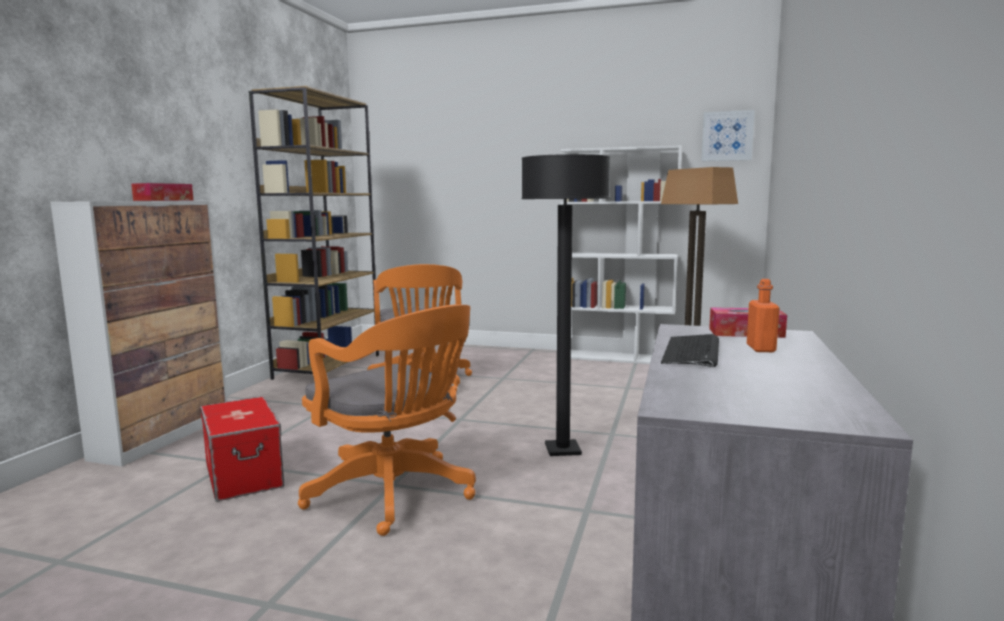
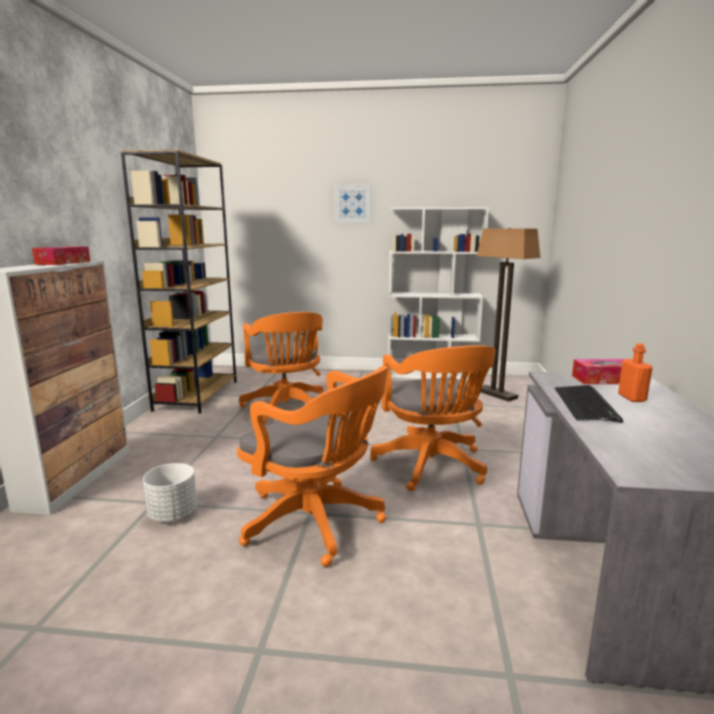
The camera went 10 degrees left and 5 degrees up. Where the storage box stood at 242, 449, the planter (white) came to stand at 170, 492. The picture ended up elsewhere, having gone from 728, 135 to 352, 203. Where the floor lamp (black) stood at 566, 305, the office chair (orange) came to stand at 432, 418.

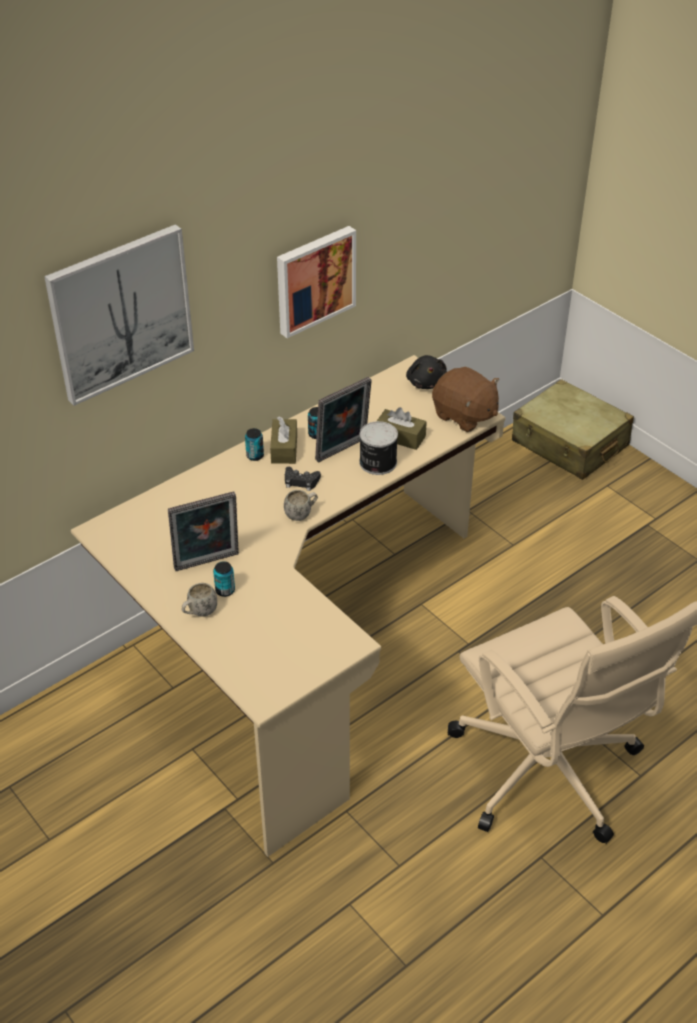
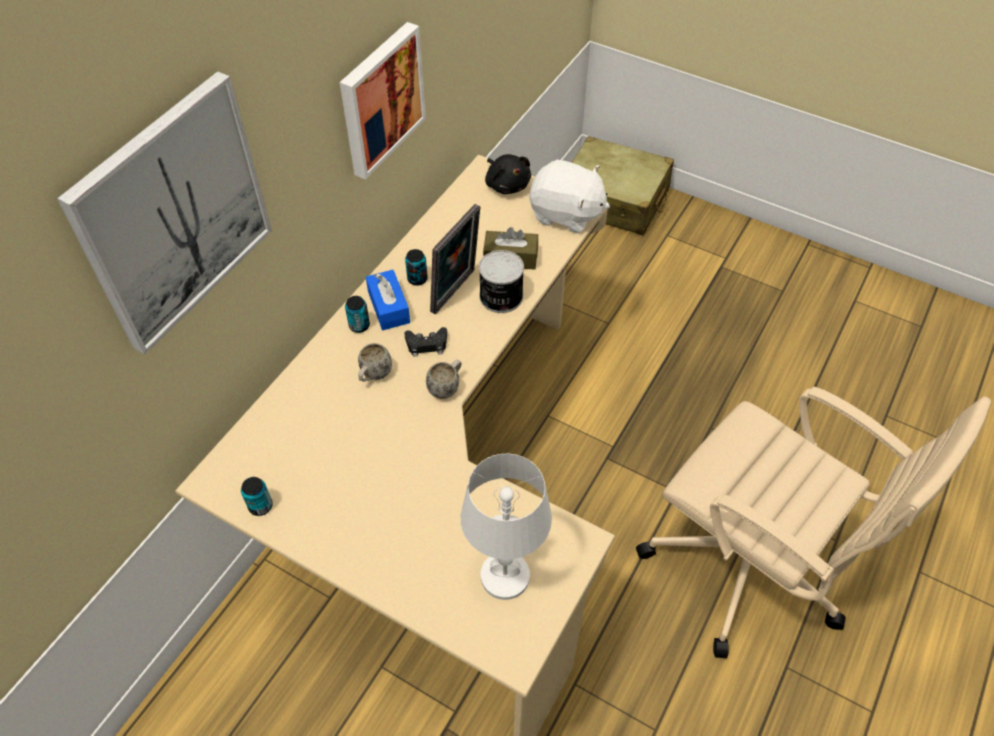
The camera went 20 degrees left and 10 degrees up. The can ended up elsewhere, having gone from 224, 579 to 257, 496. The mug (white) ended up elsewhere, having gone from 199, 600 to 375, 362. What was the tissue box (brown) at 283, 440 turned into the tissue box (blue) at 388, 300. The second view gained the table lamp (white) at 506, 527. What was the plush toy (brown) at 465, 399 turned into the plush toy (white) at 570, 197. The second view lost the picture frame at 203, 531.

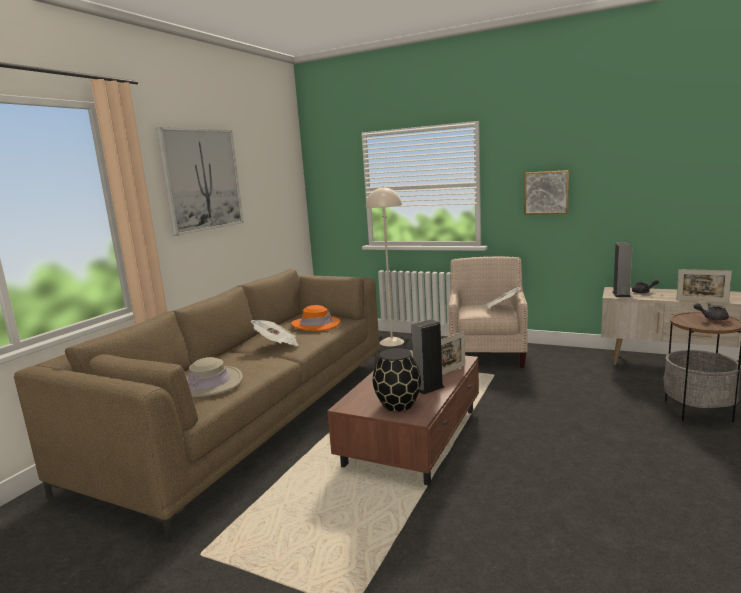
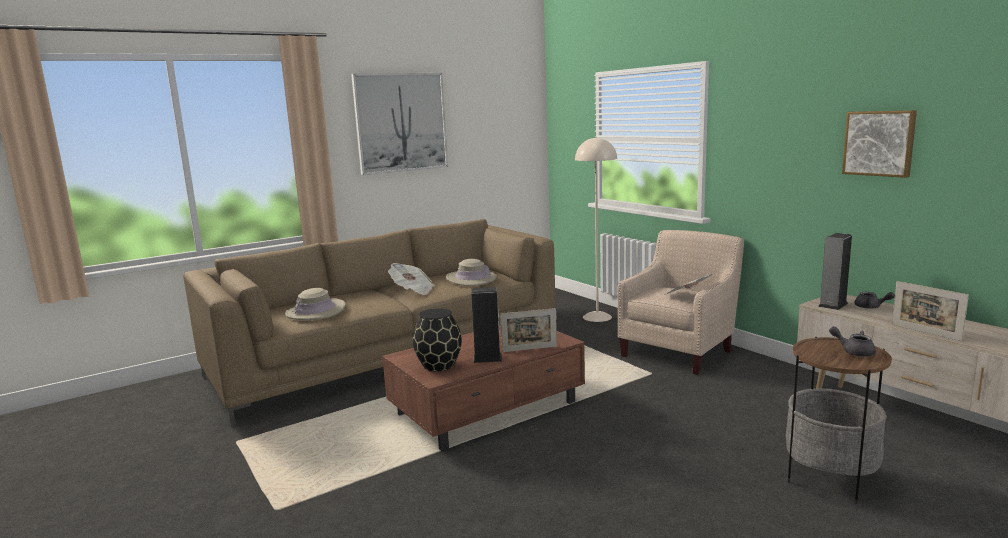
The camera went 30 degrees right and 0 degrees up. What was the hat (orange) at 315, 318 turned into the hat (beige) at 471, 272. The picture ended up elsewhere, having gone from 546, 192 to 879, 144.

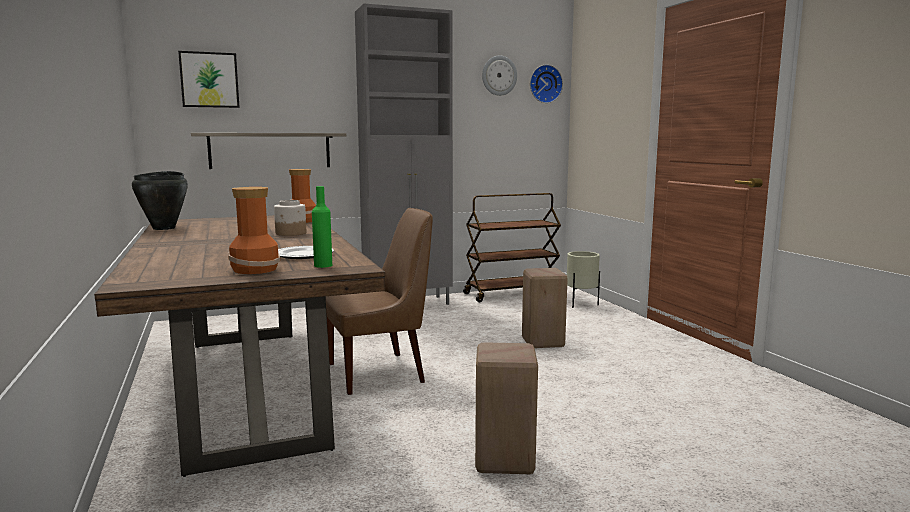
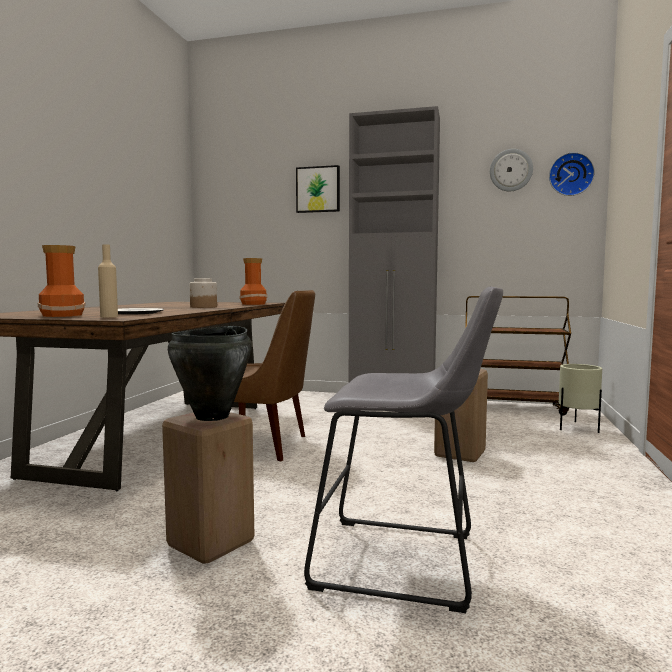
The camera went 35 degrees right and 5 degrees down. What was the bottle (green) at 322, 227 turned into the bottle (beige) at 108, 281. The cooking pot (black) ended up elsewhere, having gone from 160, 200 to 210, 373. The picture ended up elsewhere, having gone from 209, 79 to 318, 189. The second view gained the stool (grey) at 403, 450. The second view lost the shelf at 268, 151.

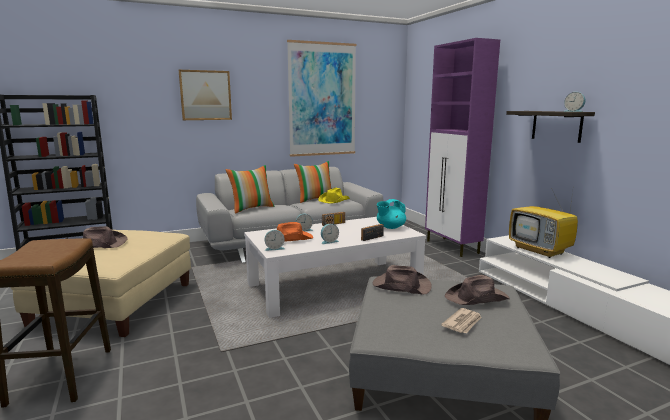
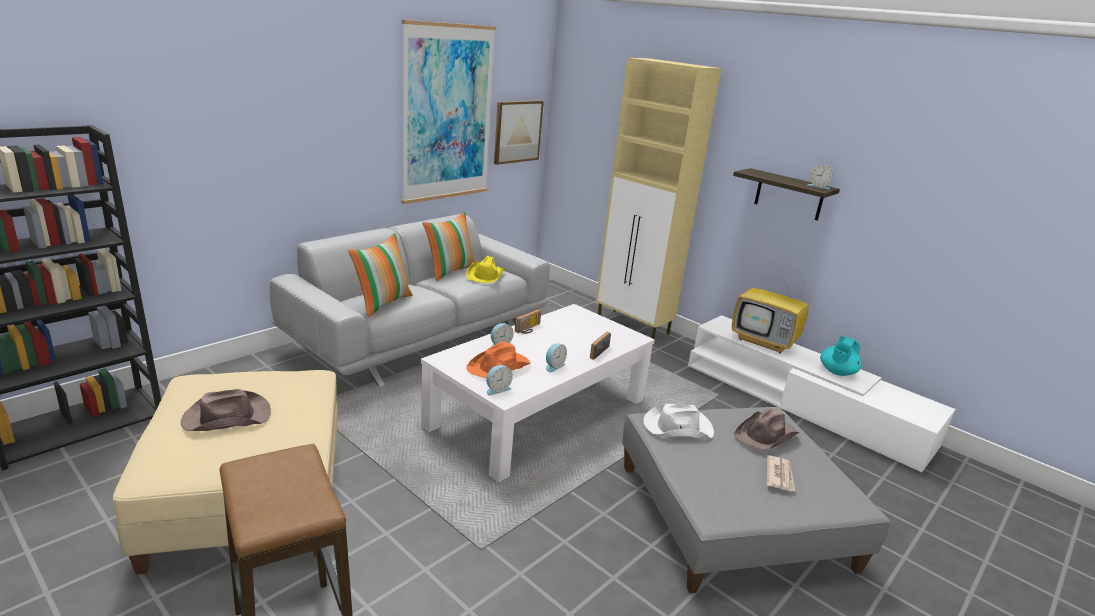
The camera went 25 degrees left and 10 degrees up. The picture ended up elsewhere, having gone from 205, 95 to 519, 132. What was the cabinet (purple) at 462, 147 turned into the cabinet (beige) at 659, 198. What was the hat (brown) at 402, 280 turned into the hat (white) at 678, 420. The teapot (turquoise) ended up elsewhere, having gone from 391, 214 to 841, 356.

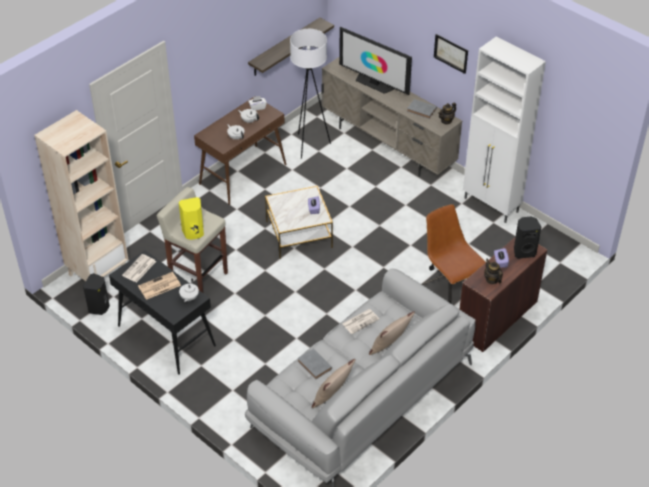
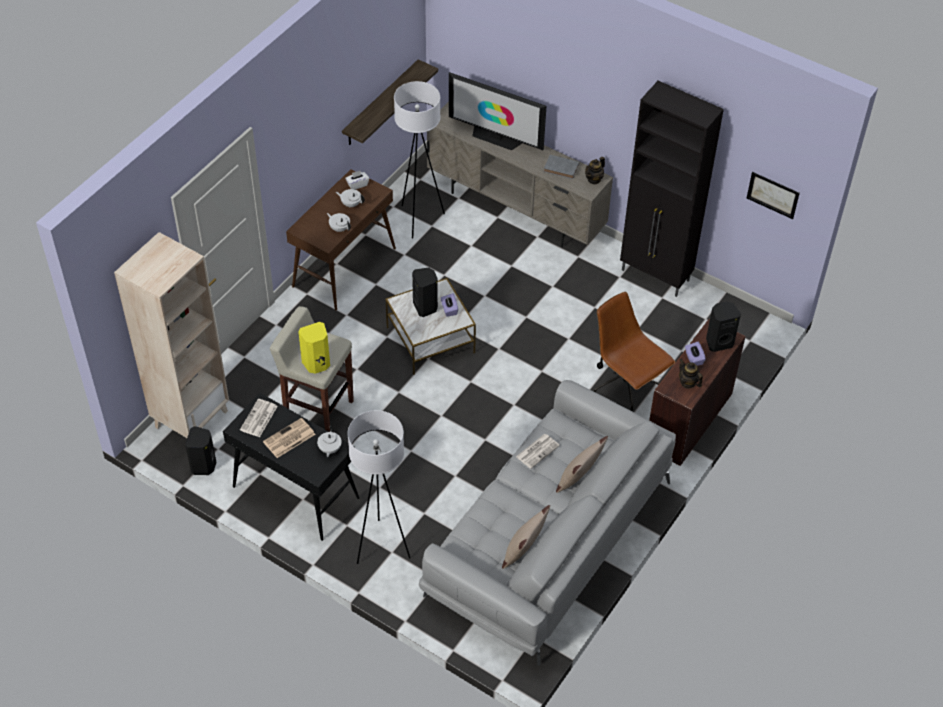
The camera went 10 degrees left and 5 degrees up. The second view gained the floor lamp (white) at 379, 487. The second view gained the speaker (black) at 425, 292. What was the cabinet (white) at 504, 129 turned into the cabinet (black) at 672, 189. The picture ended up elsewhere, having gone from 451, 54 to 773, 195. The second view lost the book (grey) at 315, 364.

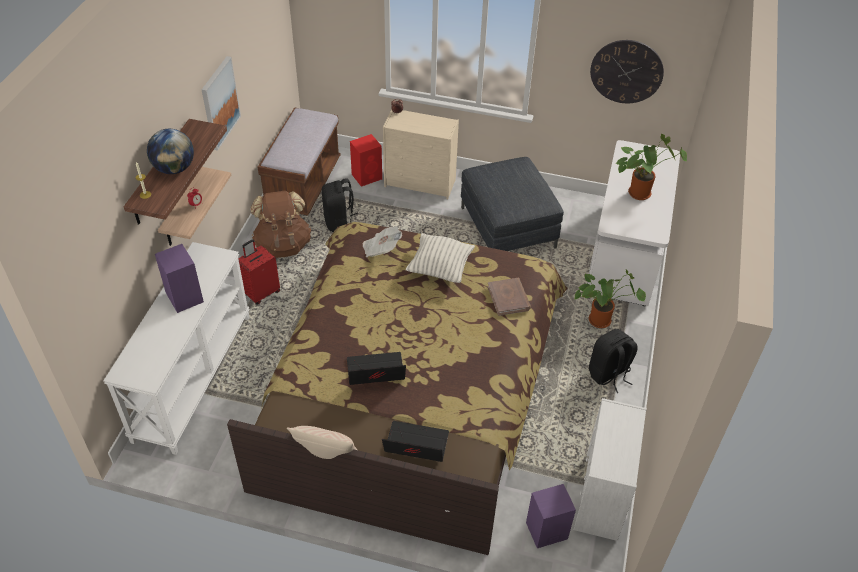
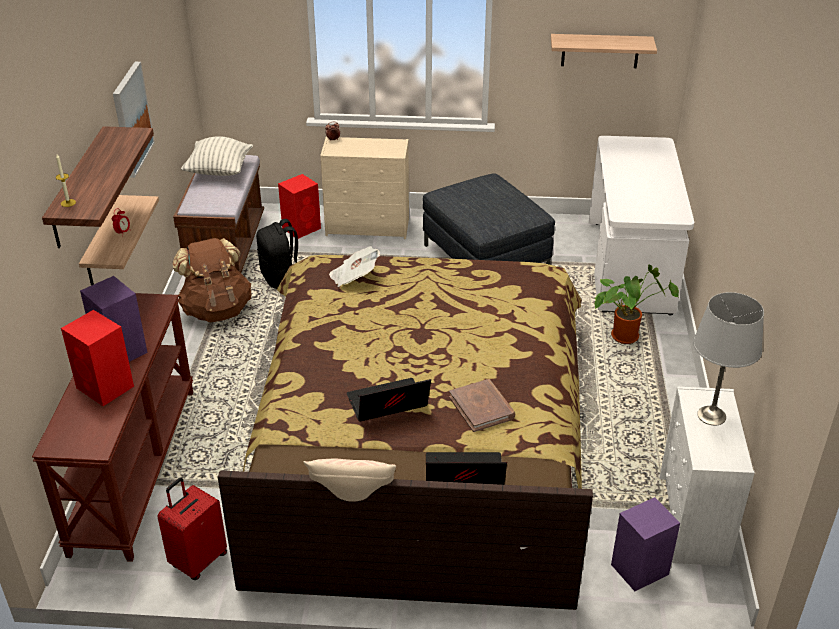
The camera went 10 degrees left and 10 degrees down. What was the console table (white) at 176, 348 turned into the console table (brown) at 112, 427. The second view gained the speaker (red) at 97, 358. The suitcase (red) ended up elsewhere, having gone from 259, 271 to 192, 528. The pillow ended up elsewhere, having gone from 440, 258 to 217, 156. The book (brown) ended up elsewhere, having gone from 509, 297 to 482, 405. Where the wall clock hung at 627, 71, the shelf came to hang at 604, 51. The second view gained the table lamp (grey) at 728, 358. The second view lost the globe at 170, 151. The second view lost the backpack (black) at 613, 361. The second view lost the potted plant at 651, 167.

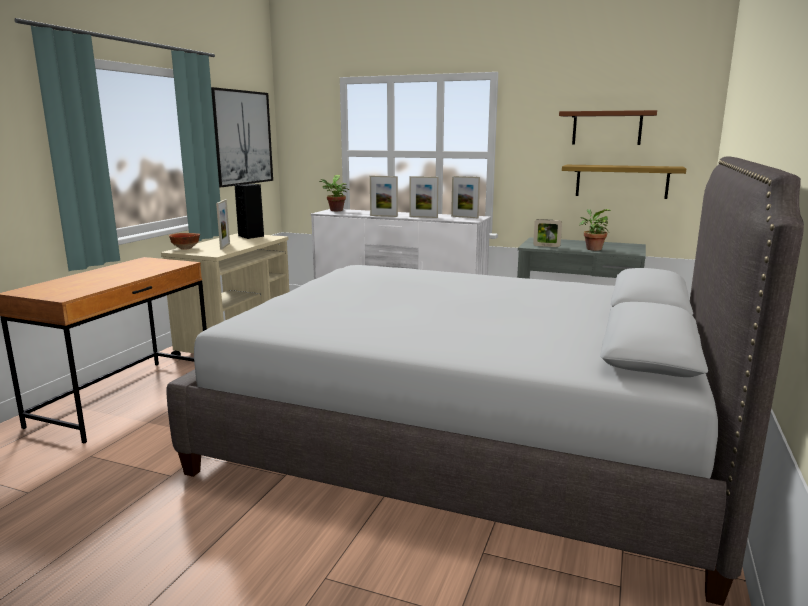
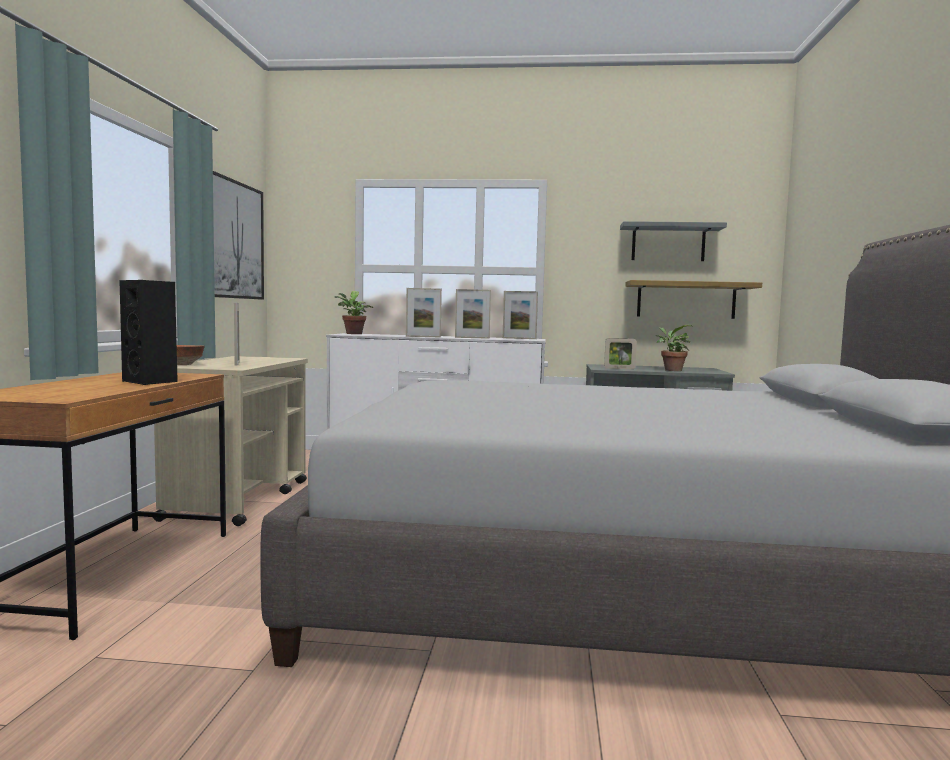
The camera went 15 degrees left and 10 degrees down. The speaker (black) ended up elsewhere, having gone from 249, 211 to 148, 332. What was the shelf (brown) at 608, 127 turned into the shelf (grey) at 673, 241.

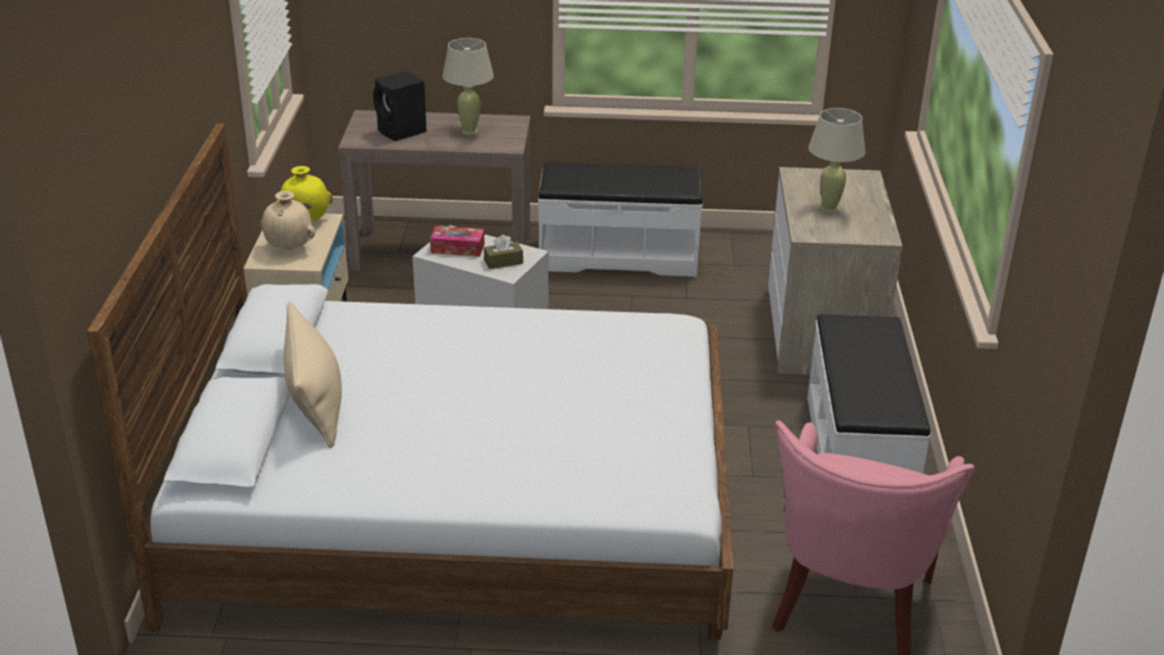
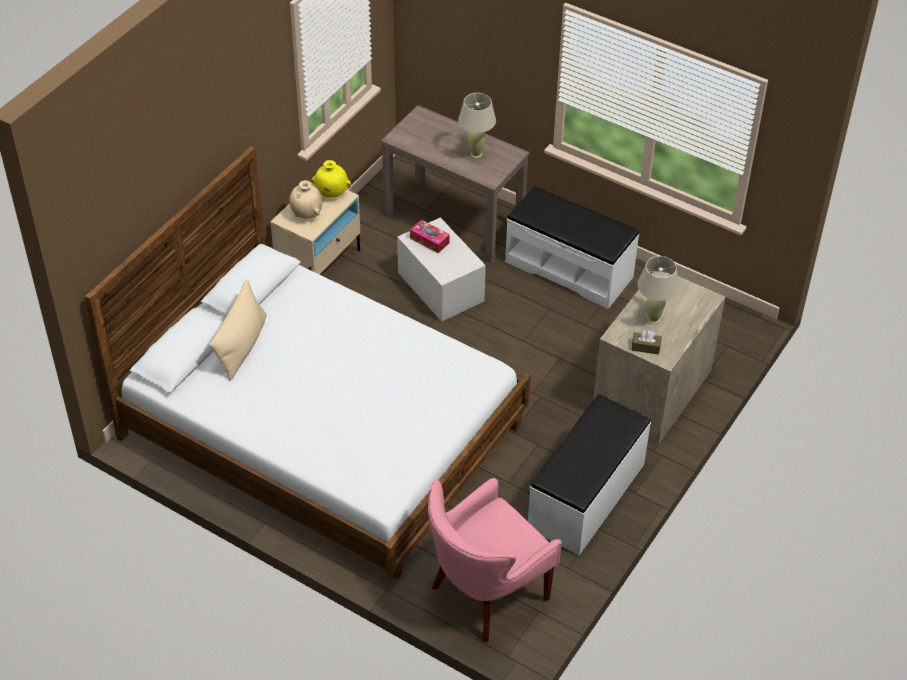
The camera went 30 degrees right and 15 degrees up. The tissue box (brown) ended up elsewhere, having gone from 503, 252 to 646, 342. The second view lost the speaker (black) at 400, 106.

